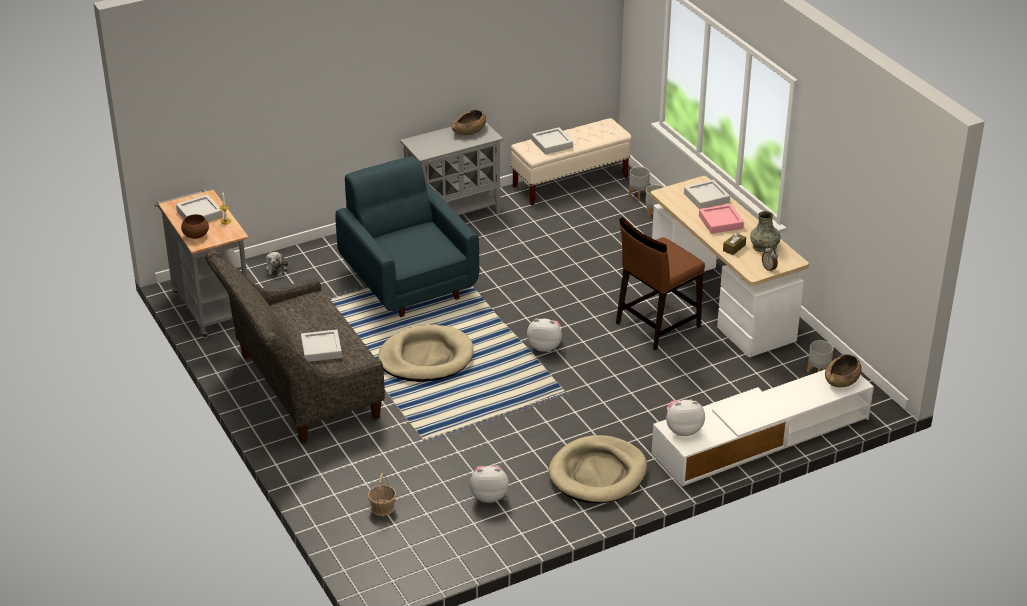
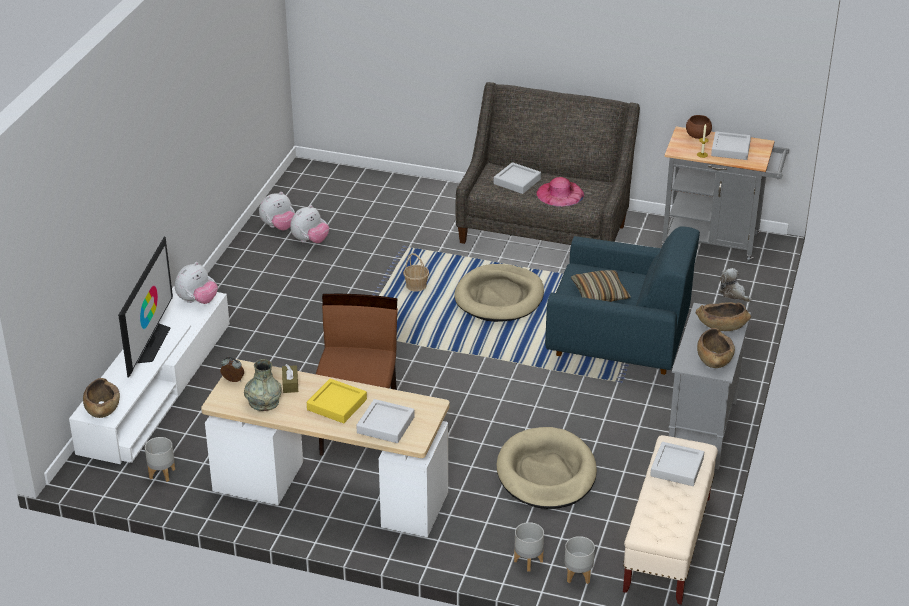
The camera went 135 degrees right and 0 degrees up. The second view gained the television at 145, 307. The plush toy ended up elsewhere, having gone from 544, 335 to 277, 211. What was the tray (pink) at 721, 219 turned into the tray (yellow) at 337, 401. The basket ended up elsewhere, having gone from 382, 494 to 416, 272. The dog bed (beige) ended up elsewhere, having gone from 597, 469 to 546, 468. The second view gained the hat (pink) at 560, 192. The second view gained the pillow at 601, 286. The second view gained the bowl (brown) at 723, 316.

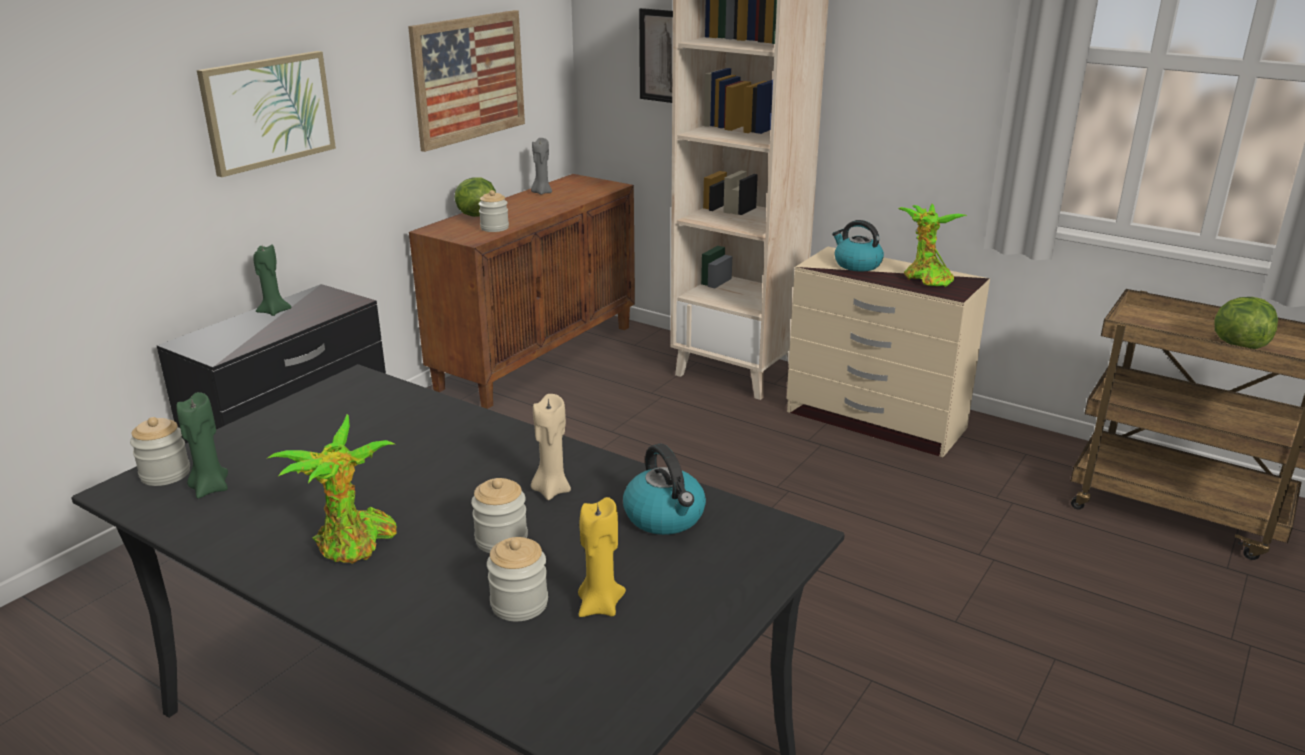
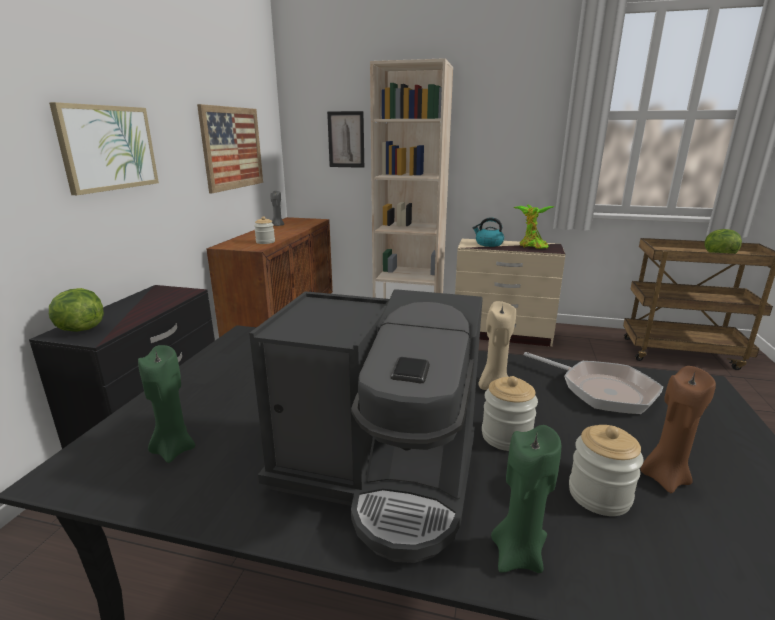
The camera went 20 degrees left and 5 degrees down. The lettuce ended up elsewhere, having gone from 475, 197 to 76, 310. Where the potted plant stood at 332, 489, the coffee machine came to stand at 366, 426. The candle (green) ended up elsewhere, having gone from 272, 280 to 526, 499. Where the kettle stood at 664, 489, the frying pan came to stand at 593, 383. What was the candle (yellow) at 602, 557 turned into the candle (brown) at 678, 429. The second view lost the jar at 160, 451.

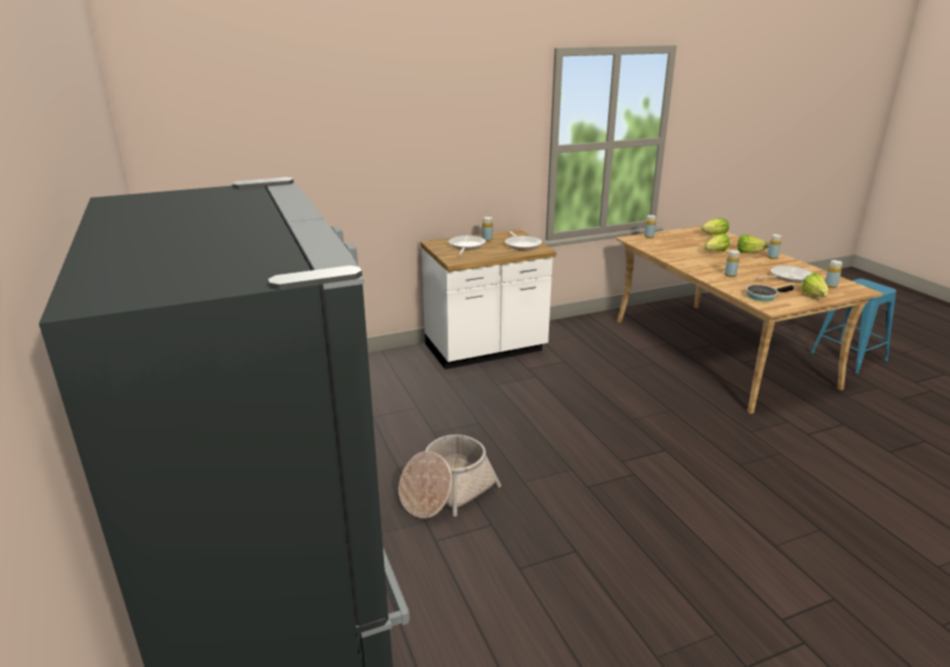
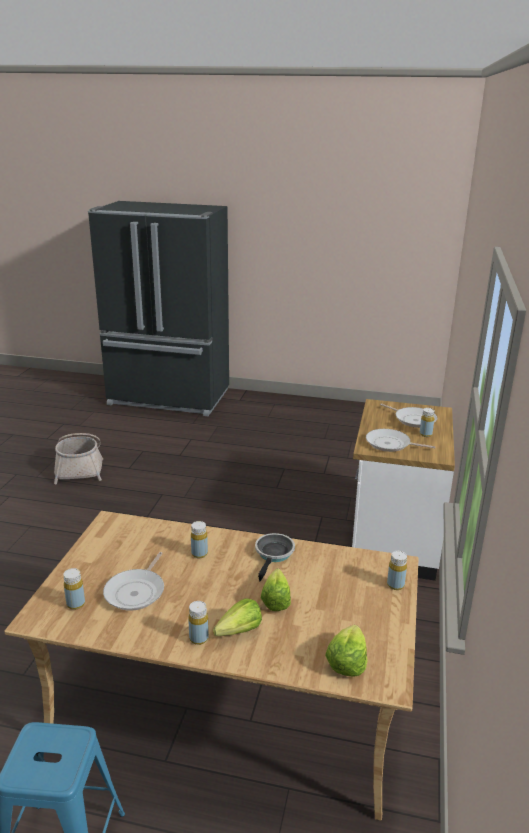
The camera went 125 degrees right and 0 degrees up. The basket ended up elsewhere, having gone from 450, 476 to 78, 458. The frying pan ended up elsewhere, having gone from 770, 293 to 275, 557. The second view lost the lettuce at 814, 285.

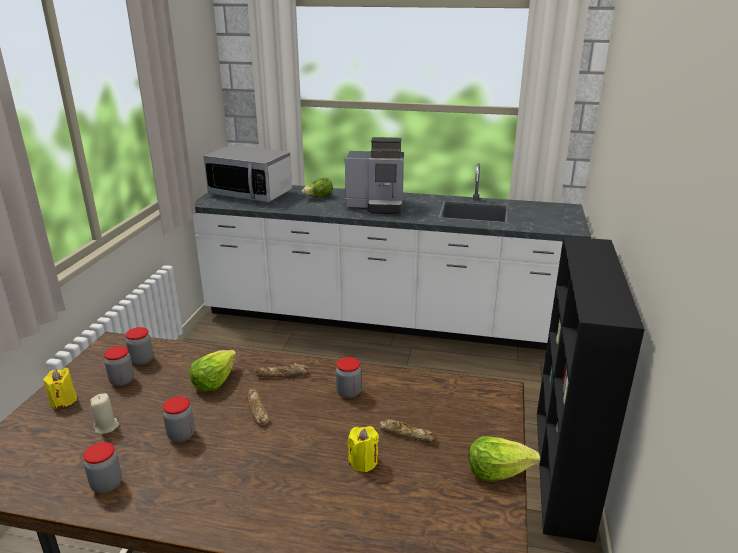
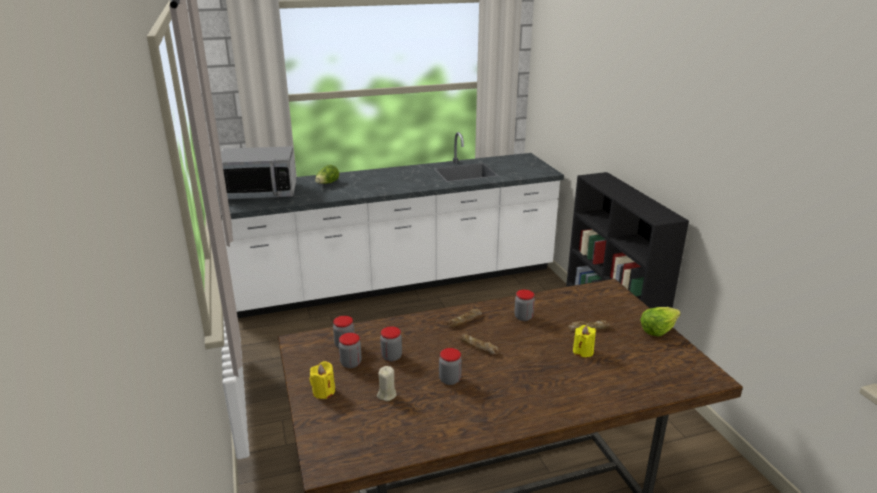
The camera went 30 degrees left and 0 degrees up. The jar ended up elsewhere, having gone from 102, 468 to 391, 344. The second view lost the lettuce at 213, 371. The second view lost the coffee machine at 374, 175.

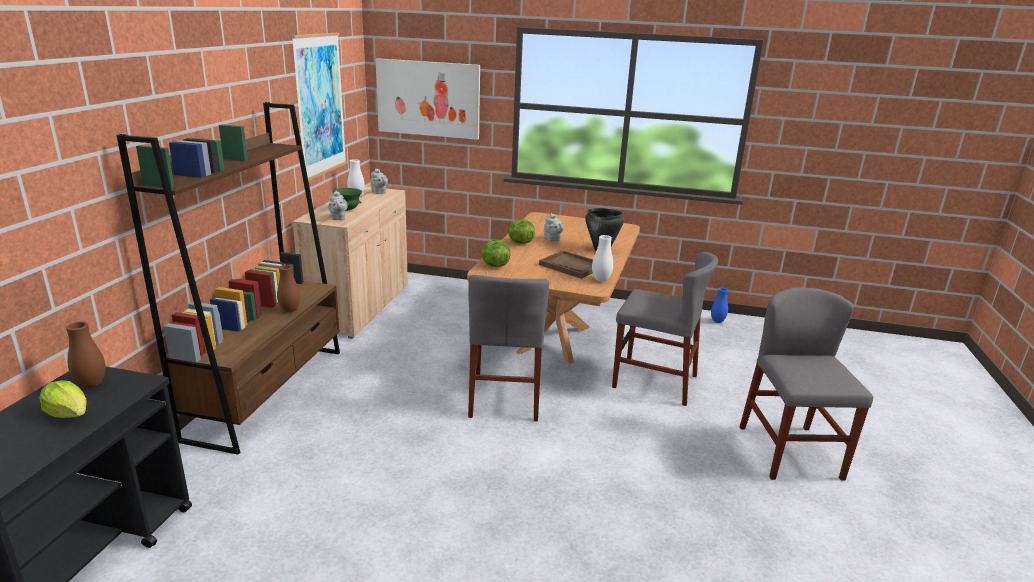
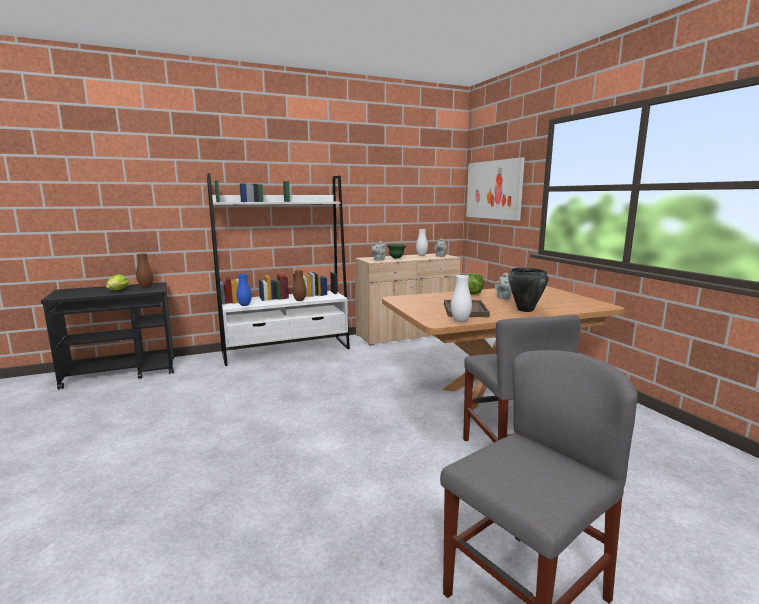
The camera went 55 degrees right and 10 degrees down. What was the bookcase (brown) at 228, 278 turned into the bookcase (white) at 278, 269. The vase (blue) ended up elsewhere, having gone from 719, 305 to 244, 290. The second view lost the picture at 318, 107. The second view lost the chair (grey) at 508, 348. The second view lost the lettuce at 495, 253.

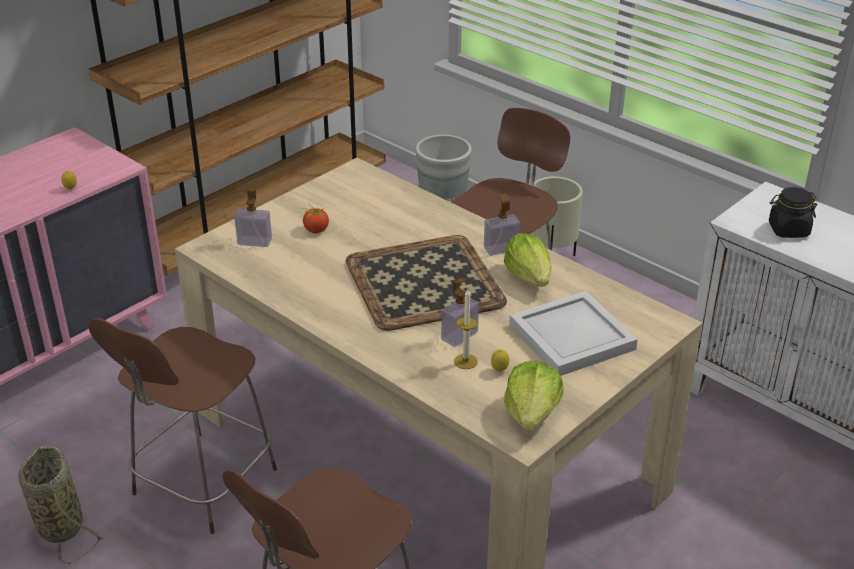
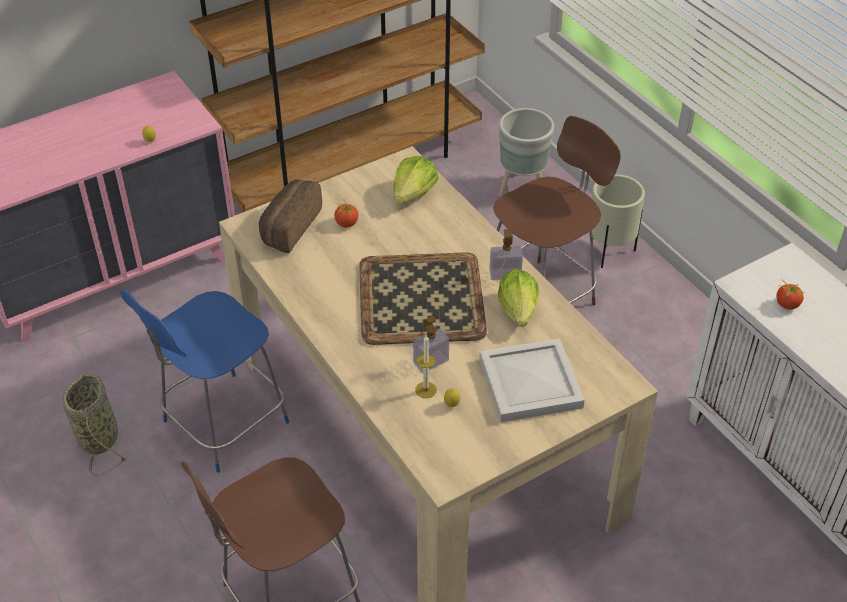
The camera went 15 degrees right and 10 degrees up. What was the chair (brown) at 182, 426 turned into the chair (blue) at 204, 381. Where the soap dispenser stood at 253, 217, the bread came to stand at 290, 216. The lettuce ended up elsewhere, having gone from 533, 395 to 415, 180. Where the jar (black) stood at 793, 212, the tomato came to stand at 791, 295.

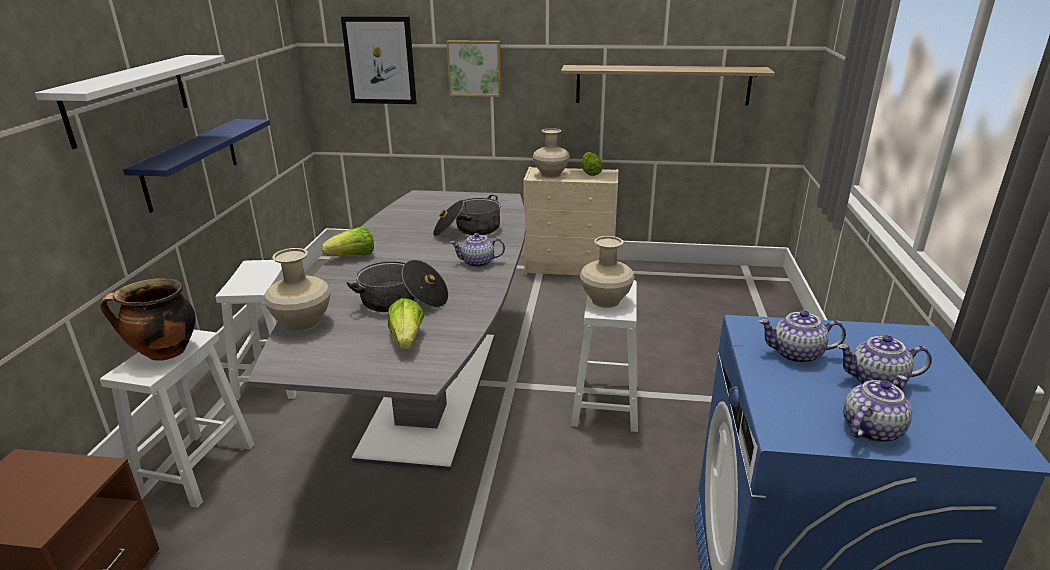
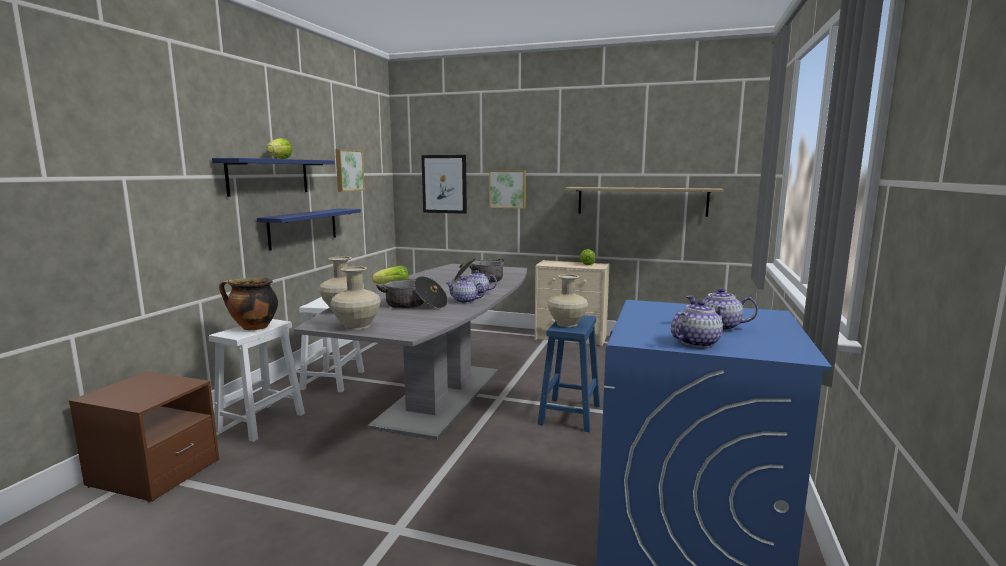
The camera went 10 degrees right and 15 degrees down. What was the shelf (white) at 130, 102 turned into the shelf (blue) at 273, 177. The lettuce ended up elsewhere, having gone from 406, 323 to 280, 148. The vase (beige) ended up elsewhere, having gone from 551, 153 to 356, 298. The second view gained the picture at 350, 170. The teapot ended up elsewhere, having gone from 802, 337 to 465, 290. What was the stool (white) at 604, 356 turned into the stool (blue) at 569, 373.

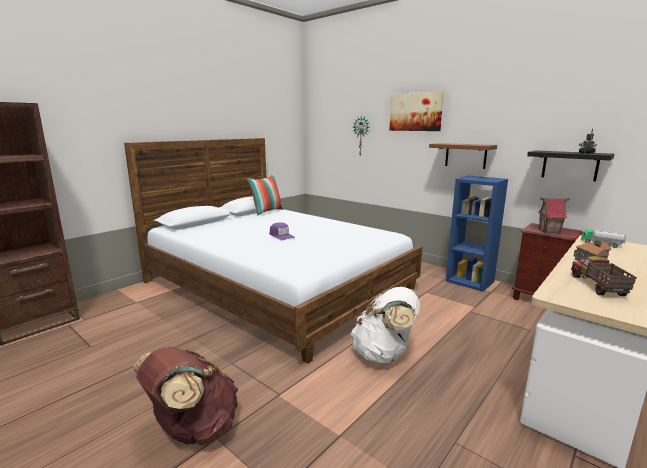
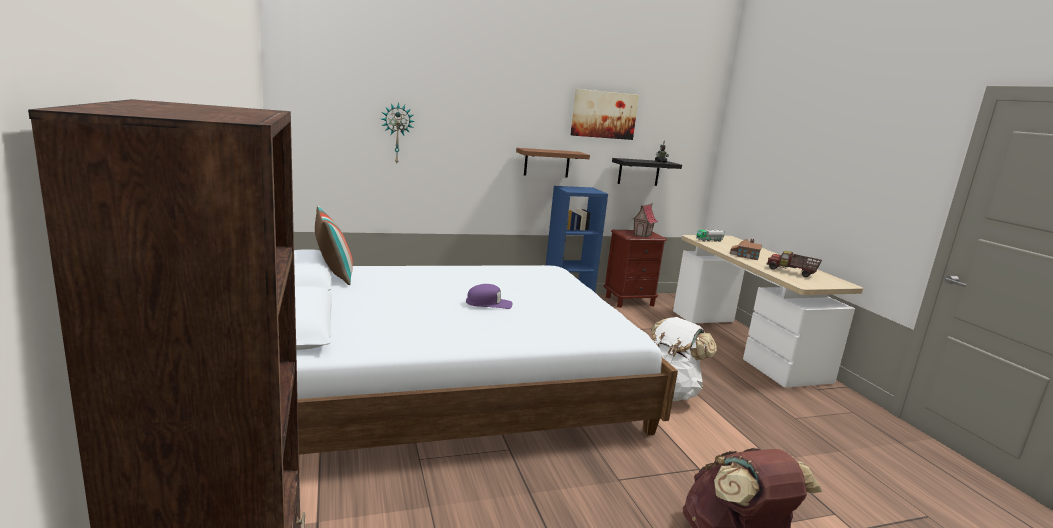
The camera went 60 degrees left and 0 degrees up. The picture ended up elsewhere, having gone from 416, 111 to 604, 114.

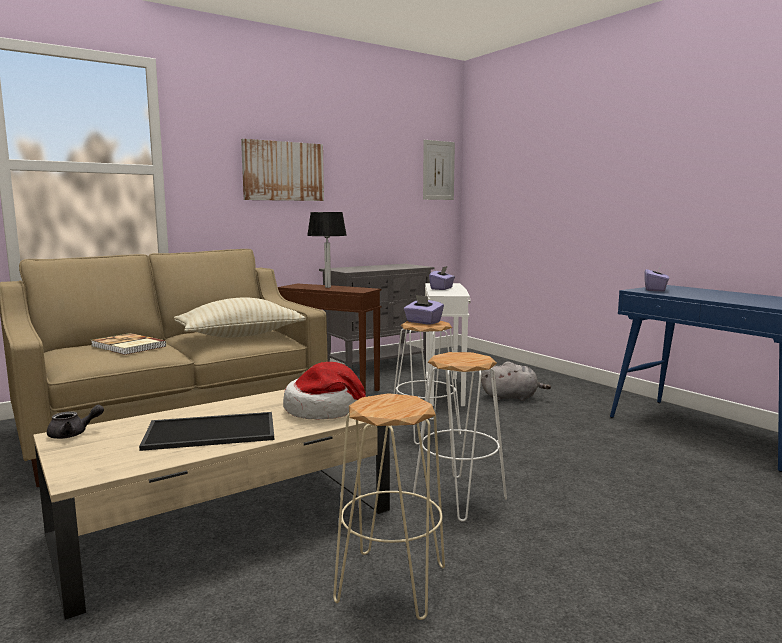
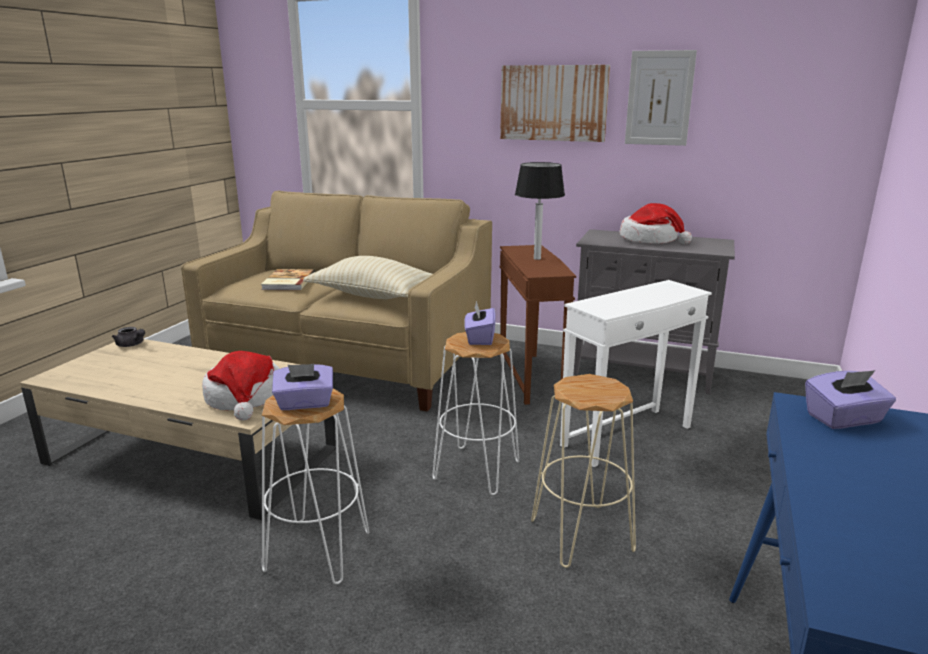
The camera went 55 degrees right and 10 degrees up. The tissue box (purple) ended up elsewhere, having gone from 442, 278 to 302, 387. The stool (beige) ended up elsewhere, having gone from 389, 506 to 583, 471. The second view gained the hat at 656, 223. The picture ended up elsewhere, having gone from 439, 170 to 661, 98. The second view lost the tray at 206, 431. The second view lost the plush toy (grey) at 516, 381.

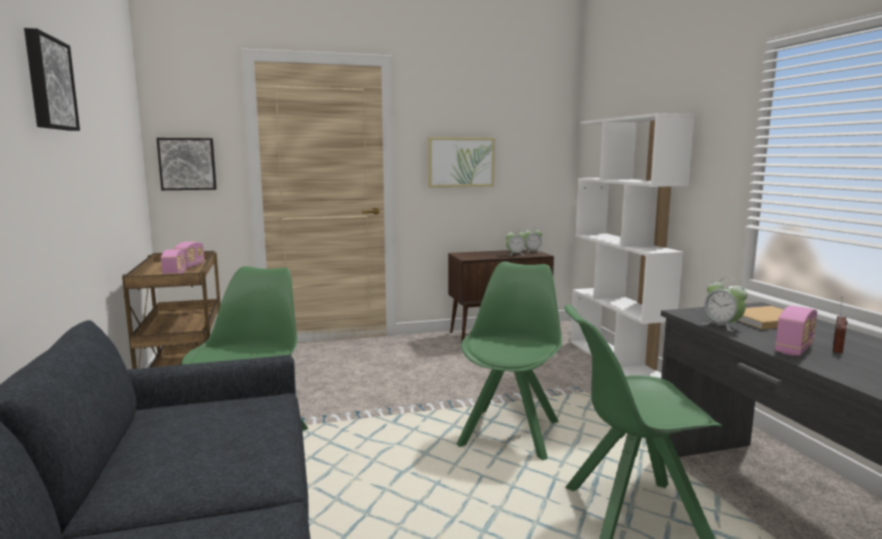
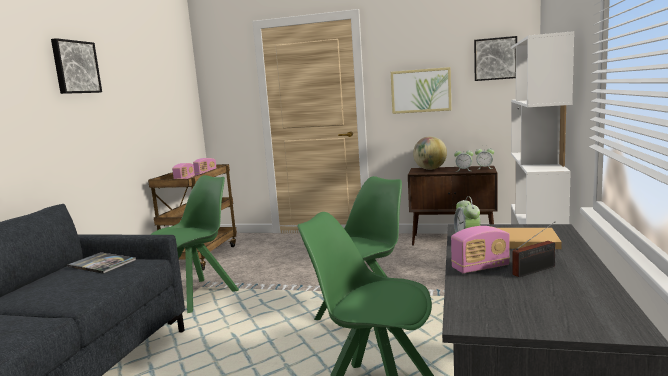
The camera went 30 degrees right and 0 degrees up. The second view gained the book at 101, 263. The second view gained the globe at 430, 153. The picture ended up elsewhere, having gone from 186, 164 to 495, 58.

